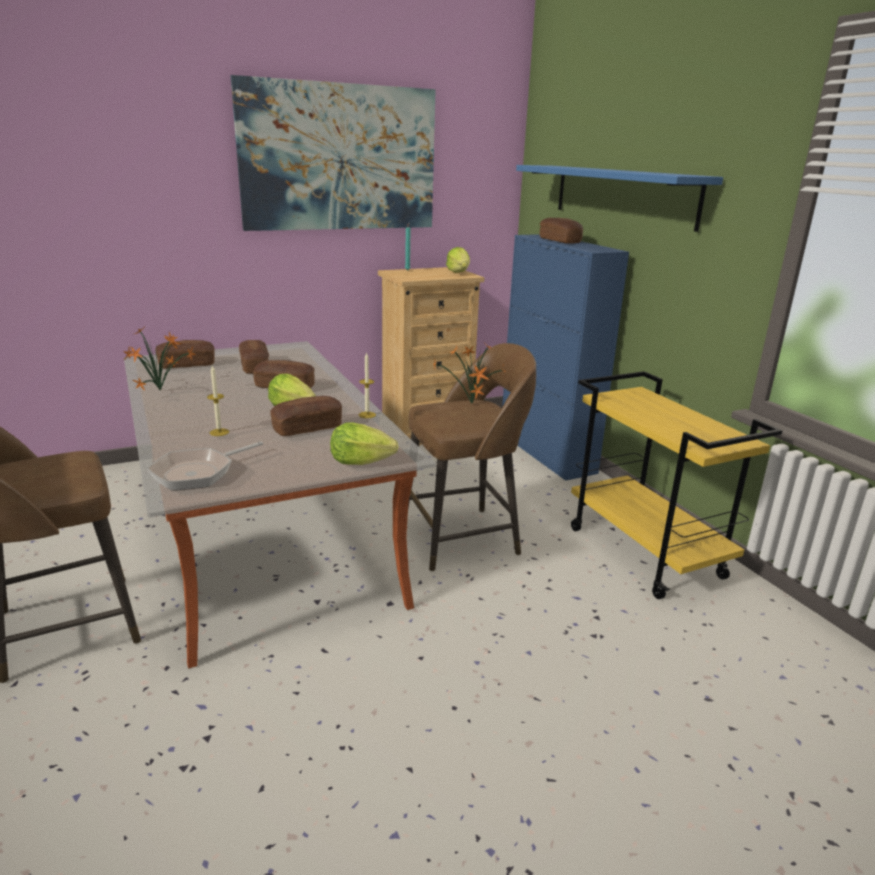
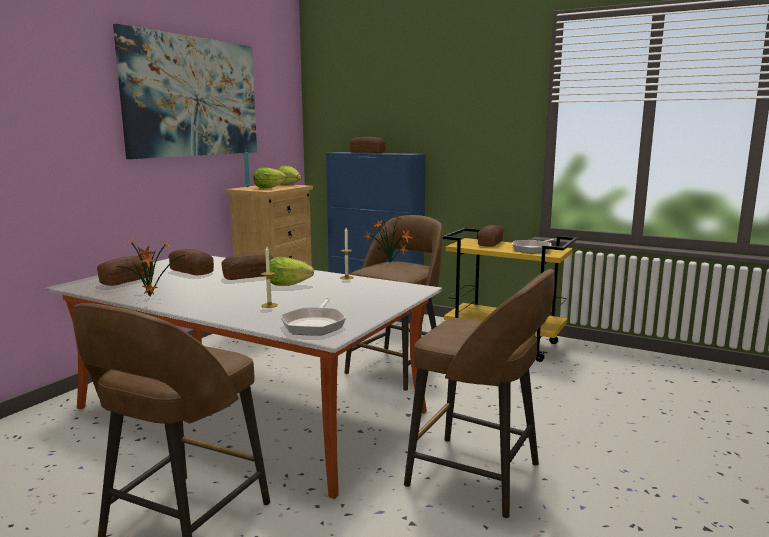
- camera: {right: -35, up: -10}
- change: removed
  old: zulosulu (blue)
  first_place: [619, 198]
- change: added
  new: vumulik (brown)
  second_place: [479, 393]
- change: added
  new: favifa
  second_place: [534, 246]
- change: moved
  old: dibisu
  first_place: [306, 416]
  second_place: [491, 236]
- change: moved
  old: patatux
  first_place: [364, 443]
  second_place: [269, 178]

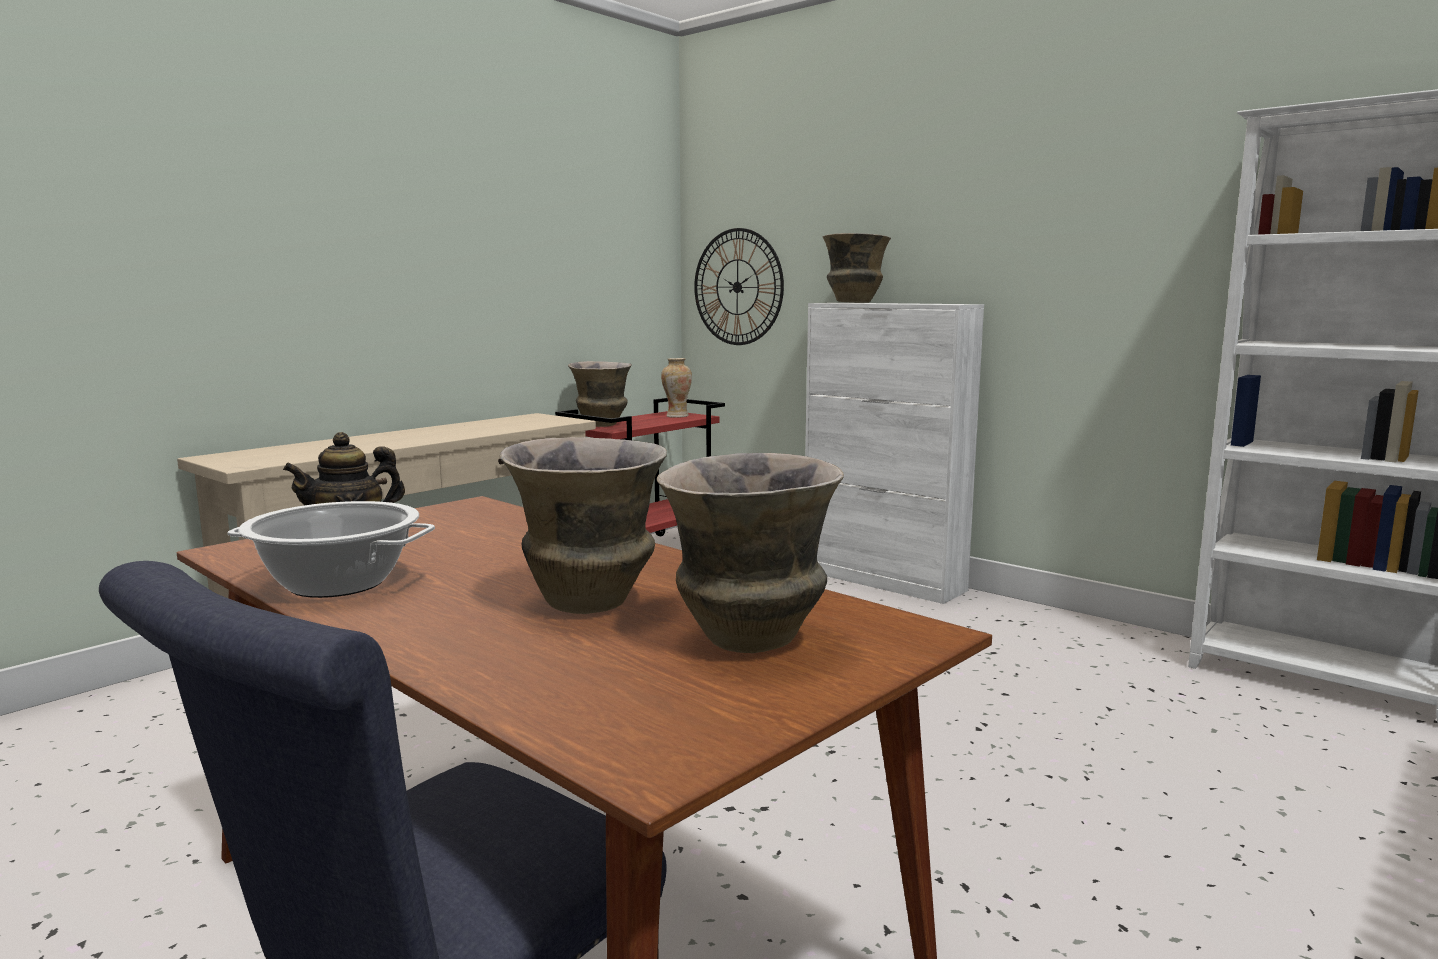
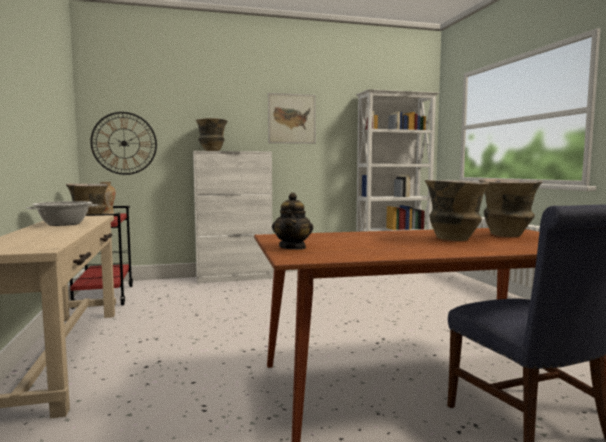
- camera: {right: -55, up: -5}
- change: added
  new: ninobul
  second_place: [292, 118]
- change: moved
  old: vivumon
  first_place: [331, 549]
  second_place: [62, 213]

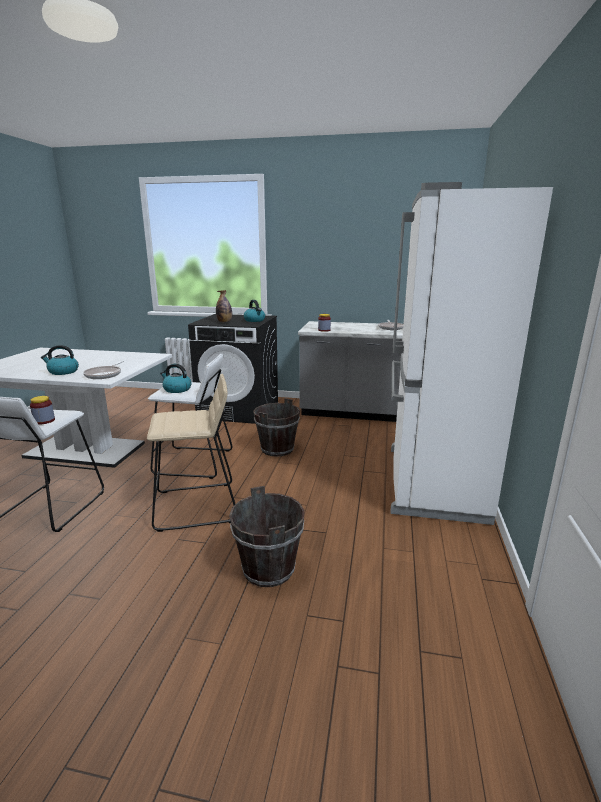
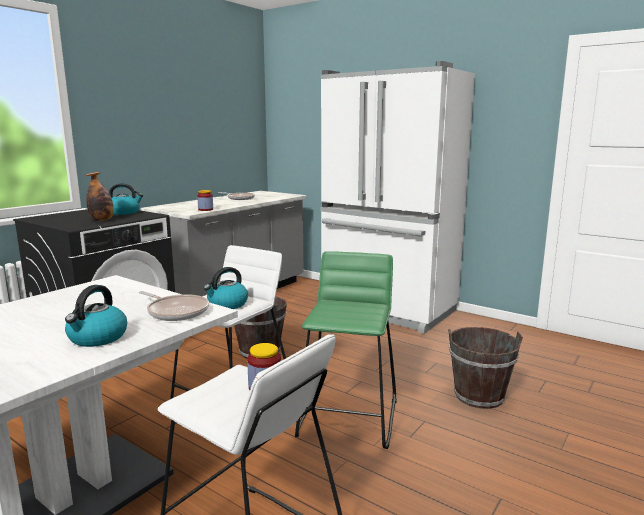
- camera: {right: -65, up: -5}
- change: recoloured
  old: vumulik (beige)
  new: vumulik (green)
  first_place: [191, 453]
  second_place: [346, 350]

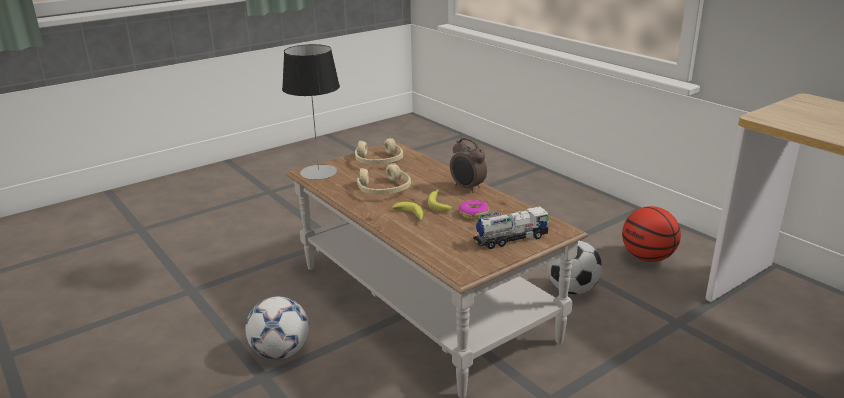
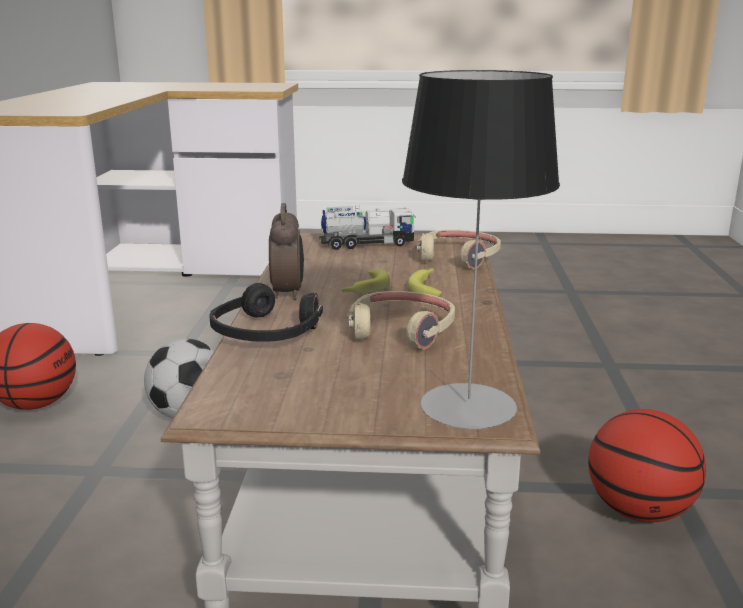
- camera: {right: -140, up: -5}
- change: removed
  old: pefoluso
  first_place: [474, 209]
- change: added
  new: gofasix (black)
  second_place: [266, 312]
- change: moved
  old: gofasix (beige)
  first_place: [379, 151]
  second_place: [459, 249]
- change: replaced
  old: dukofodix
  new: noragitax
  first_place: [277, 328]
  second_place: [647, 465]
- change: turned
  old: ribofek
  first_place: [511, 227]
  second_place: [367, 228]
  degrees: 150

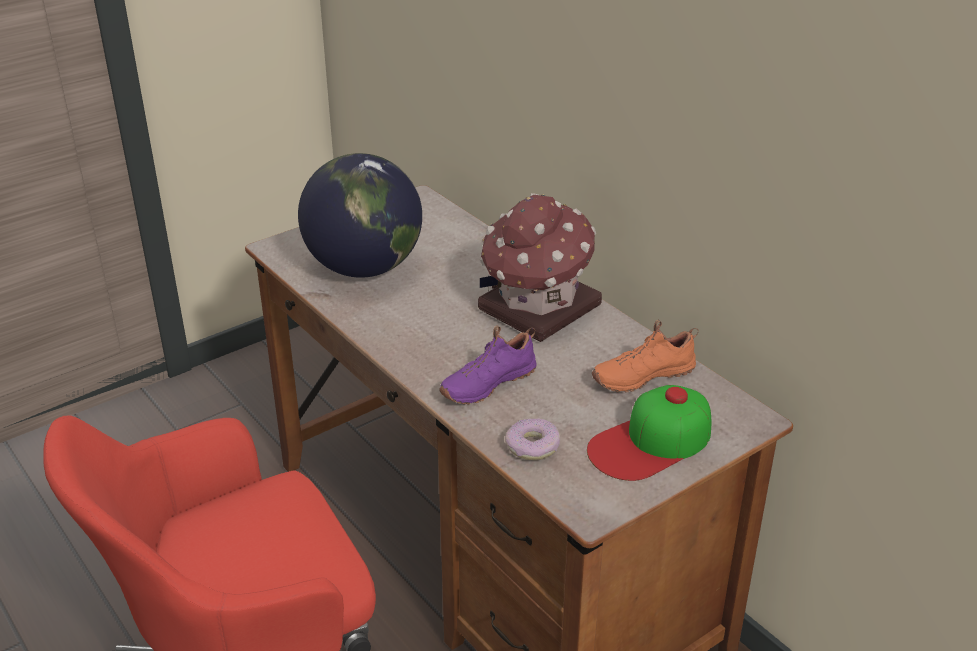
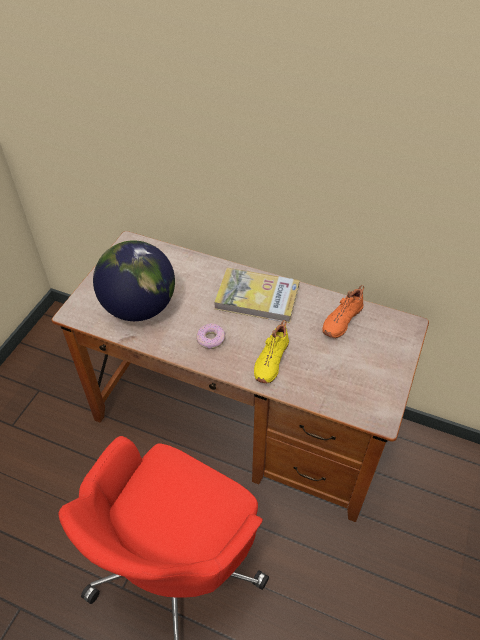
- camera: {right: -30, up: 15}
- change: removed
  old: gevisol
  first_place: [649, 433]
- change: moved
  old: pefoluso
  first_place: [532, 439]
  second_place: [211, 336]
- change: replaced
  old: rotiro
  new: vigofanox
  first_place: [540, 267]
  second_place: [257, 295]
- change: recoloured
  old: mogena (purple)
  new: mogena (yellow)
  first_place: [488, 364]
  second_place: [271, 351]

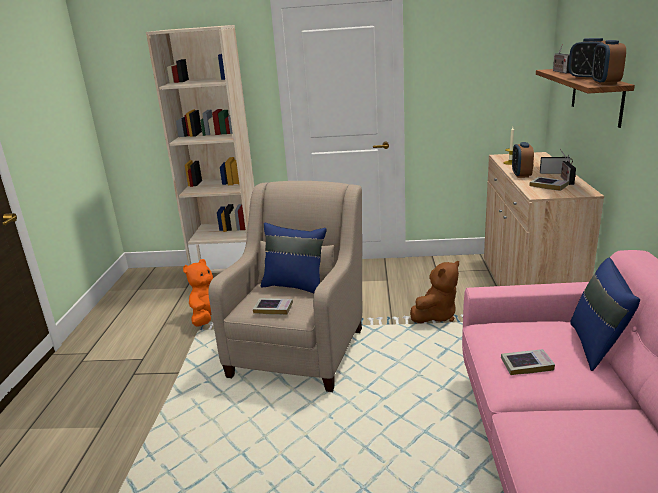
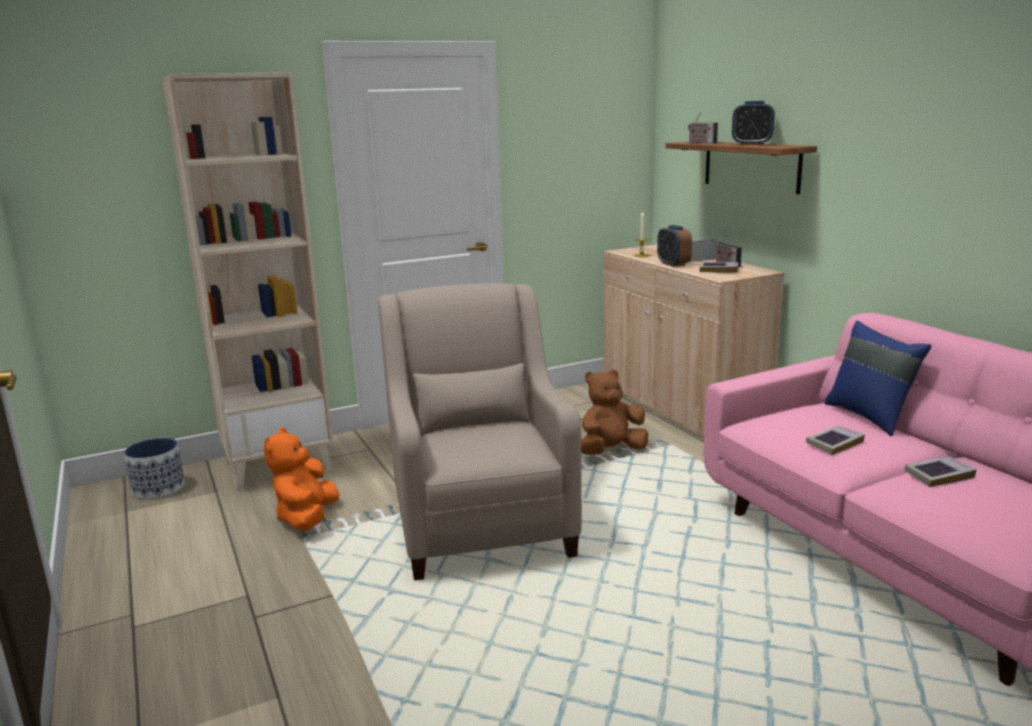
- camera: {right: -30, up: -5}
- change: removed
  old: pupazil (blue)
  first_place: [294, 258]
- change: removed
  old: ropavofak
  first_place: [609, 62]
- change: added
  new: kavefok
  second_place: [154, 468]
- change: moved
  old: vigofanox
  first_place: [273, 306]
  second_place: [941, 471]
- change: turned
  old: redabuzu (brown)
  first_place: [434, 292]
  second_place: [614, 412]
  degrees: -135

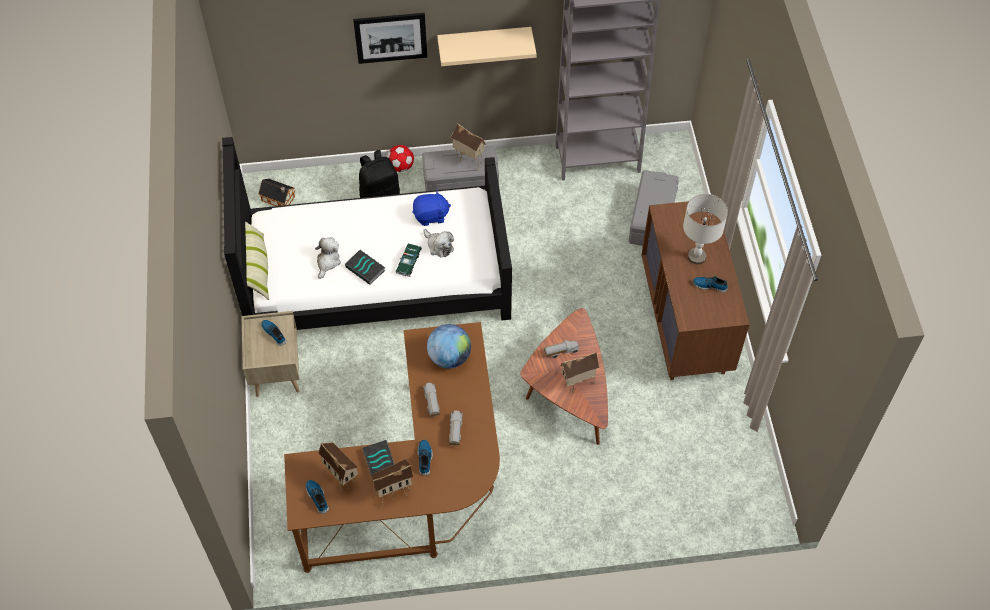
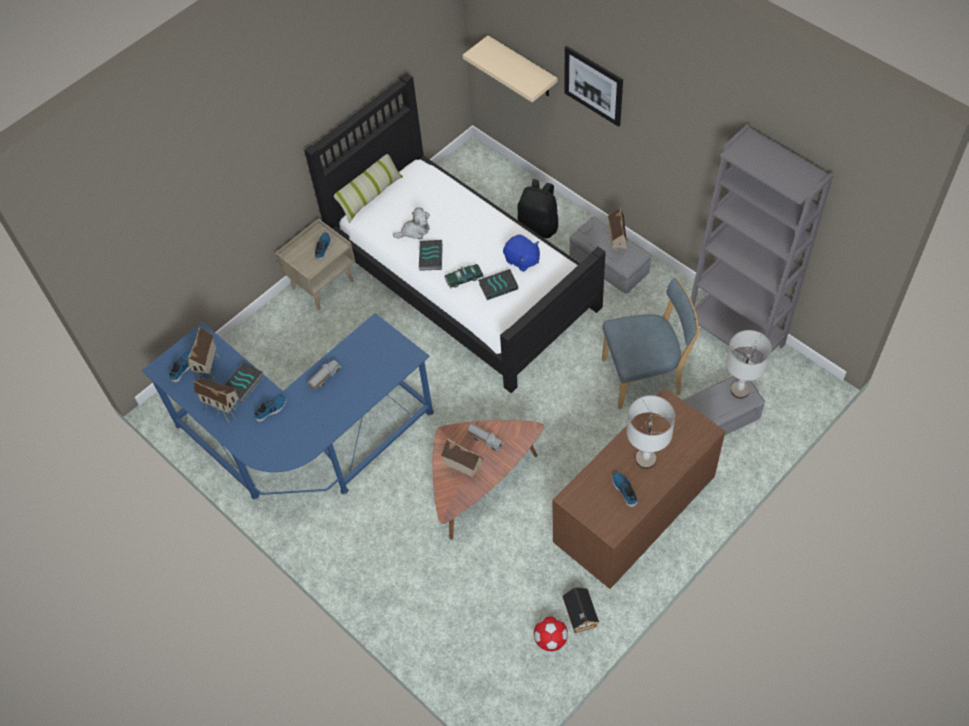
- camera: {right: 55, up: 0}
- change: removed
  old: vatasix
  first_place: [449, 346]
- change: removed
  old: ribofek
  first_place: [456, 428]
- change: added
  new: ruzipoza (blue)
  second_place: [651, 343]
- change: added
  new: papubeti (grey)
  second_place: [749, 364]
- change: moved
  old: rotiro
  first_place: [277, 192]
  second_place: [580, 610]
- change: moved
  old: dukofodix
  first_place: [400, 158]
  second_place: [551, 633]
- change: moved
  old: zulosulu (beige)
  first_place: [487, 46]
  second_place: [510, 68]
- change: replaced
  old: redabuzu
  new: vigofanox
  first_place: [439, 243]
  second_place: [498, 284]
- change: recoloured
  old: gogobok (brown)
  new: gogobok (blue)
  first_place: [392, 447]
  second_place: [288, 406]

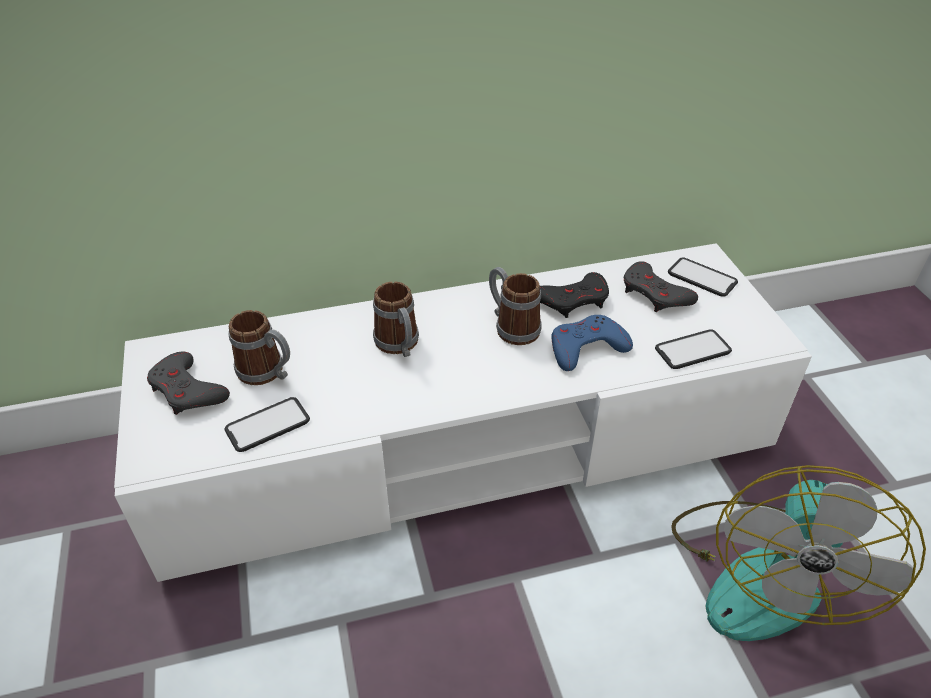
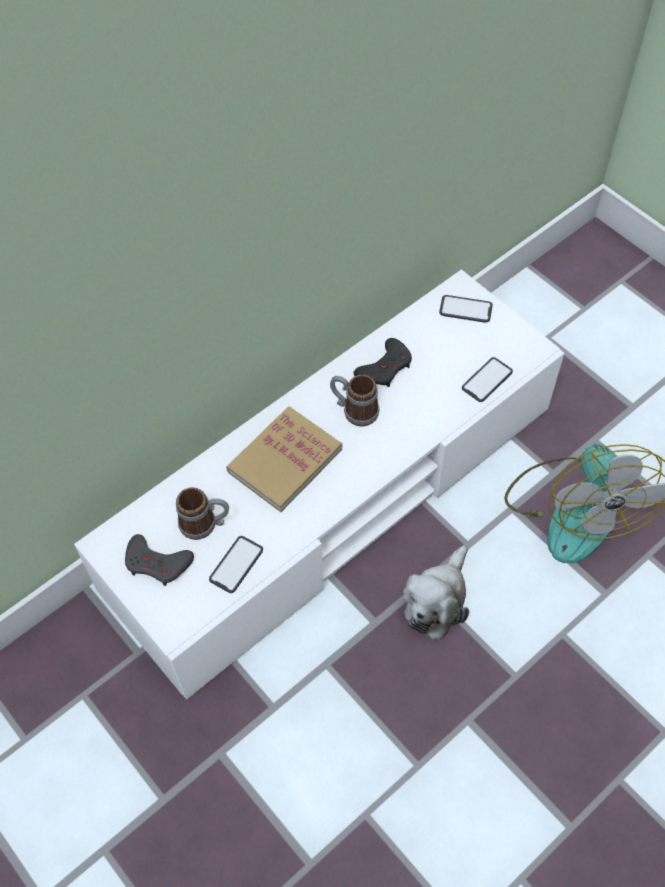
- camera: {right: -25, up: 15}
- change: removed
  old: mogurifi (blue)
  first_place: [592, 343]
- change: removed
  old: mogurifi (grey)
  first_place: [661, 286]
- change: added
  new: redabuzu
  second_place: [436, 593]
- change: replaced
  old: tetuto
  new: vigofanox
  first_place: [396, 319]
  second_place: [284, 459]

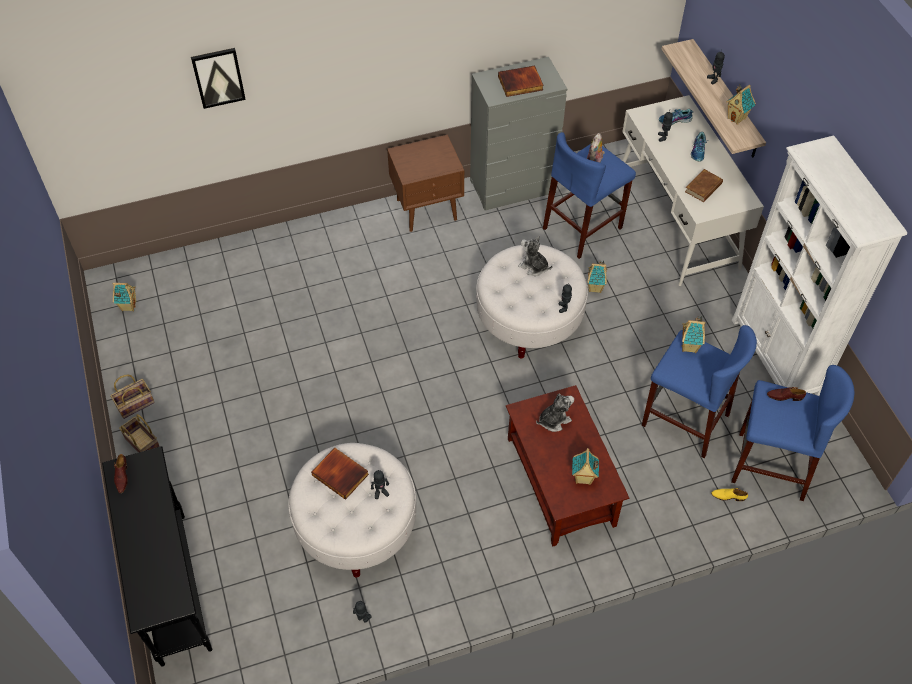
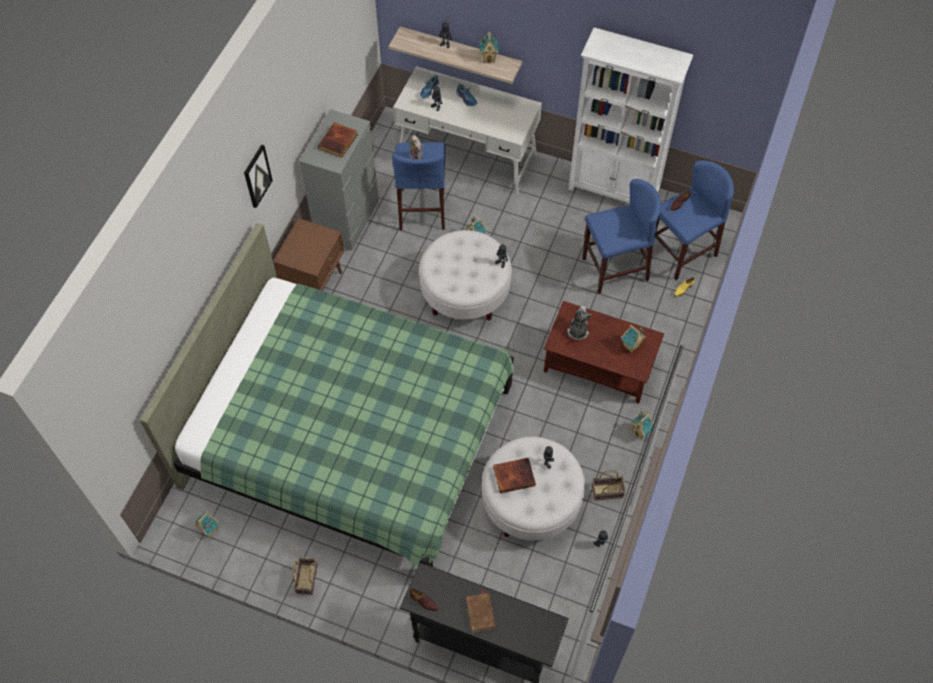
- camera: {right: -50, up: 5}
- change: removed
  old: redabuzu
  first_place: [535, 256]
- change: added
  new: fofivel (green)
  second_place: [327, 395]
- change: moved
  old: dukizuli
  first_place: [139, 433]
  second_place: [609, 485]
- change: moved
  old: ninobul
  first_place: [218, 78]
  second_place: [258, 176]
- change: moved
  old: rotiro
  first_place: [694, 334]
  second_place: [642, 425]
- change: moved
  old: vigofanox (brown)
  first_place: [704, 185]
  second_place: [481, 611]

